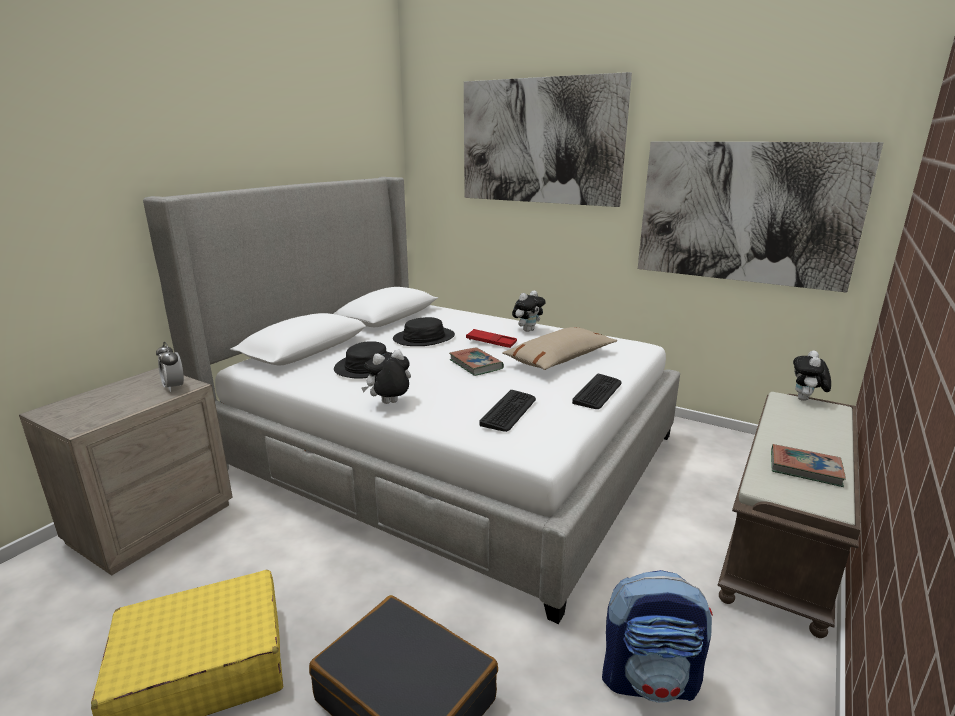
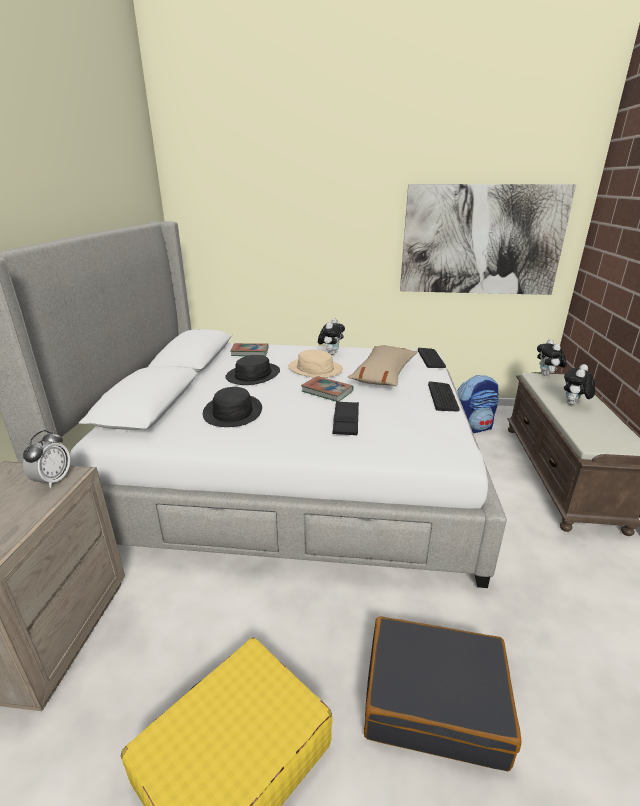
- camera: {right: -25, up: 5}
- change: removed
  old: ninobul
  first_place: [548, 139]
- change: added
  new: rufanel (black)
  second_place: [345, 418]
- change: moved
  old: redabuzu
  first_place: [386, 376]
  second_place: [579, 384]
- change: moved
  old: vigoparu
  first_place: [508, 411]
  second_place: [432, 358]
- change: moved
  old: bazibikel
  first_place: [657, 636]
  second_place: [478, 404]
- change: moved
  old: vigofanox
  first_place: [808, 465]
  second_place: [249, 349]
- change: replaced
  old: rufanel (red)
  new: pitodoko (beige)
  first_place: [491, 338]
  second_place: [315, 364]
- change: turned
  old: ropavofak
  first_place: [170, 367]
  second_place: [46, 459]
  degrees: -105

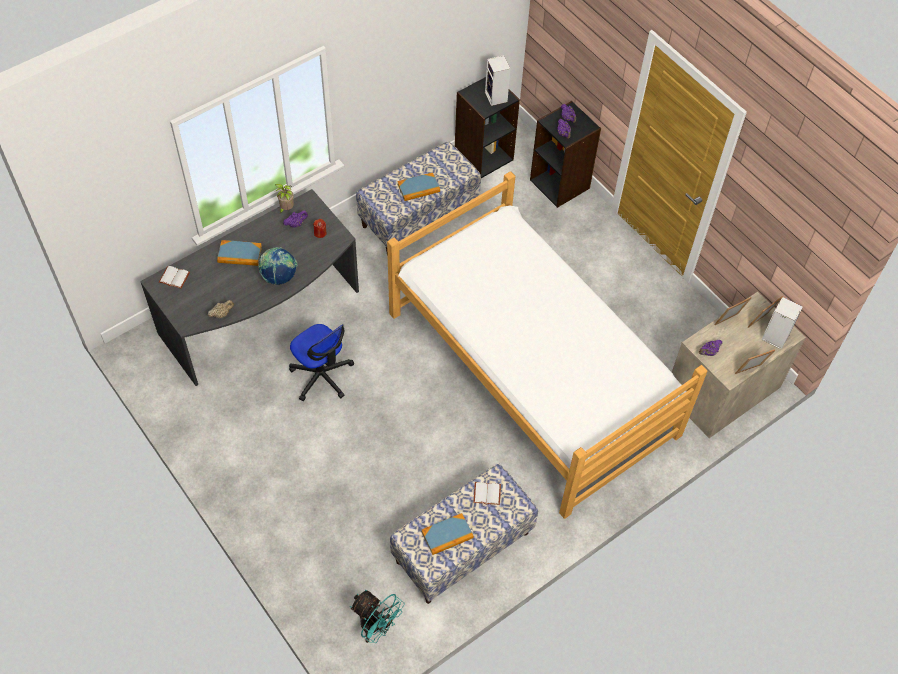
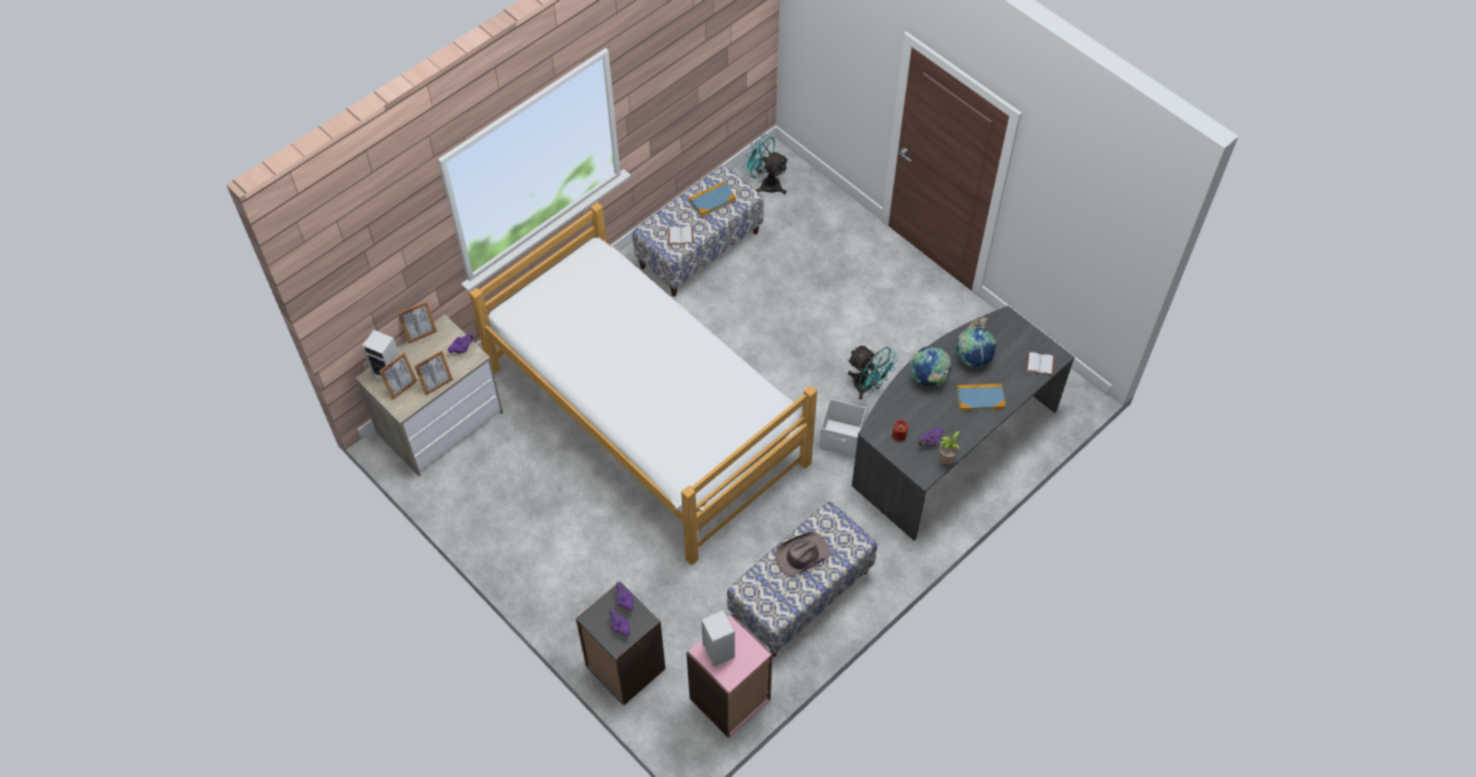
- camera: {right: 175, up: 0}
- change: added
  new: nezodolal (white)
  second_place: [843, 428]
- change: added
  new: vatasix
  second_place: [976, 347]
- change: replaced
  old: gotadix
  new: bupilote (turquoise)
  first_place: [321, 362]
  second_place: [873, 373]
- change: replaced
  old: vigofanox
  new: pitodoko (brown)
  first_place: [418, 186]
  second_place: [802, 554]
- change: recoloured
  old: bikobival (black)
  new: bikobival (pink)
  first_place: [487, 127]
  second_place: [729, 675]

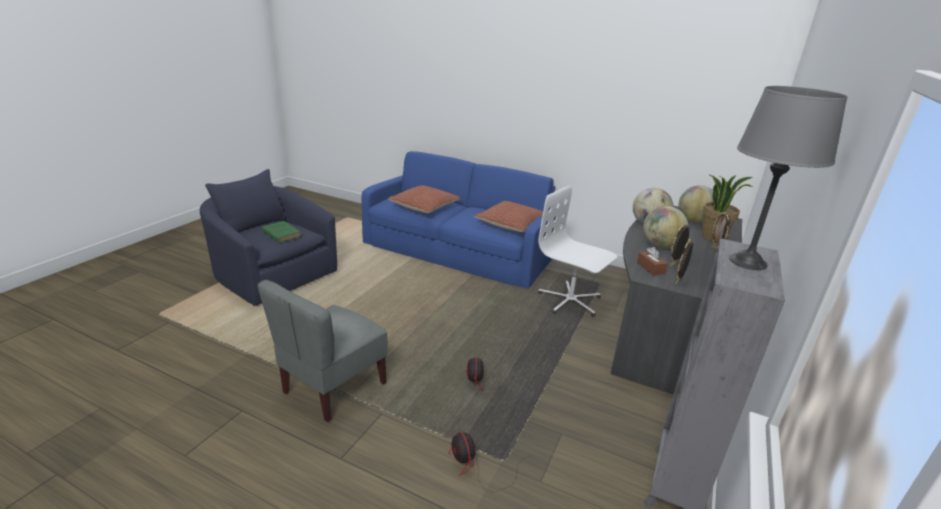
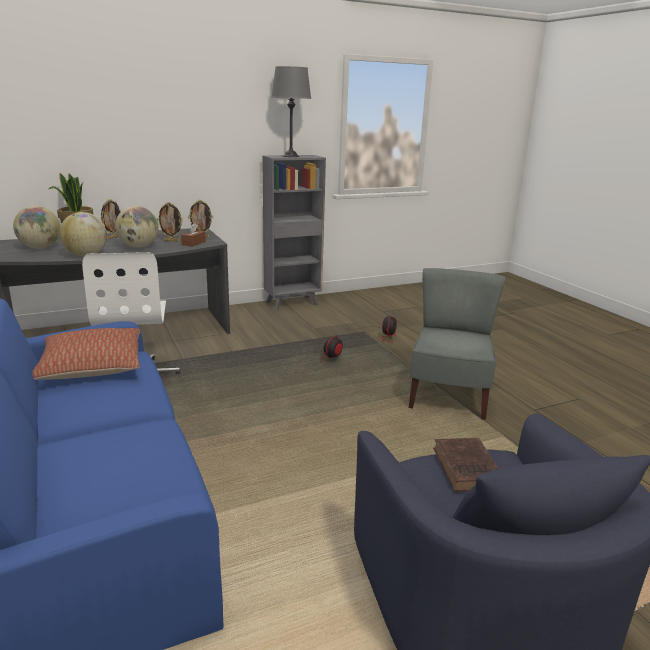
- camera: {right: -140, up: -5}
- change: removed
  old: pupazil
  first_place: [424, 199]
- change: recoloured
  old: vigofanox (green)
  new: vigofanox (brown)
  first_place: [281, 232]
  second_place: [465, 465]
- change: turned
  old: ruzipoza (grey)
  first_place: [322, 351]
  second_place: [457, 344]
  degrees: -60

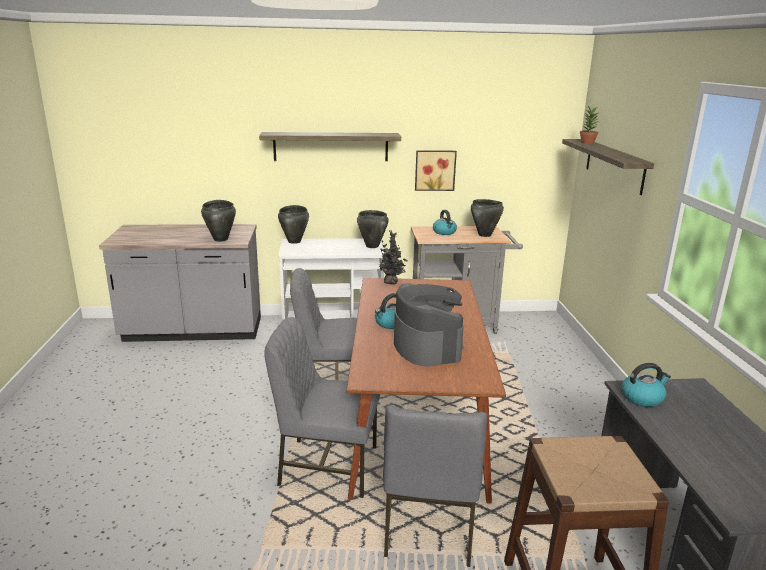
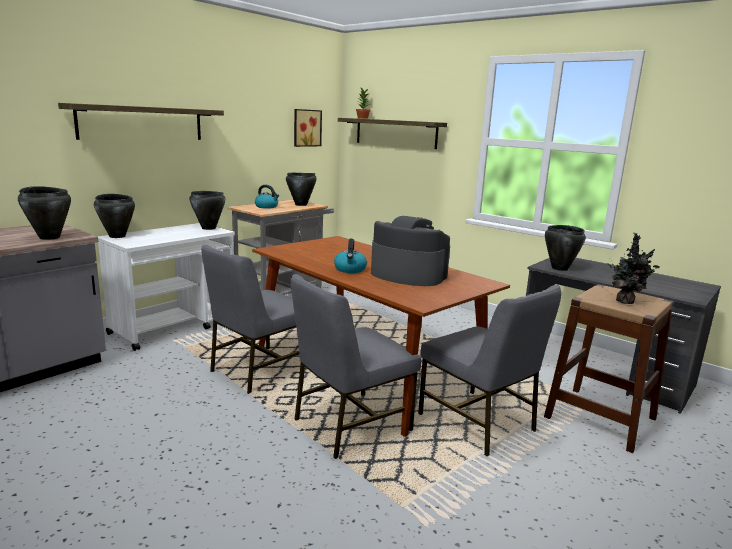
- camera: {right: -45, up: -5}
- change: moved
  old: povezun
  first_place: [393, 257]
  second_place: [633, 268]
- change: moved
  old: ninobul
  first_place: [436, 170]
  second_place: [308, 128]
- change: replaced
  old: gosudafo
  new: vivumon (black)
  first_place: [646, 385]
  second_place: [565, 248]

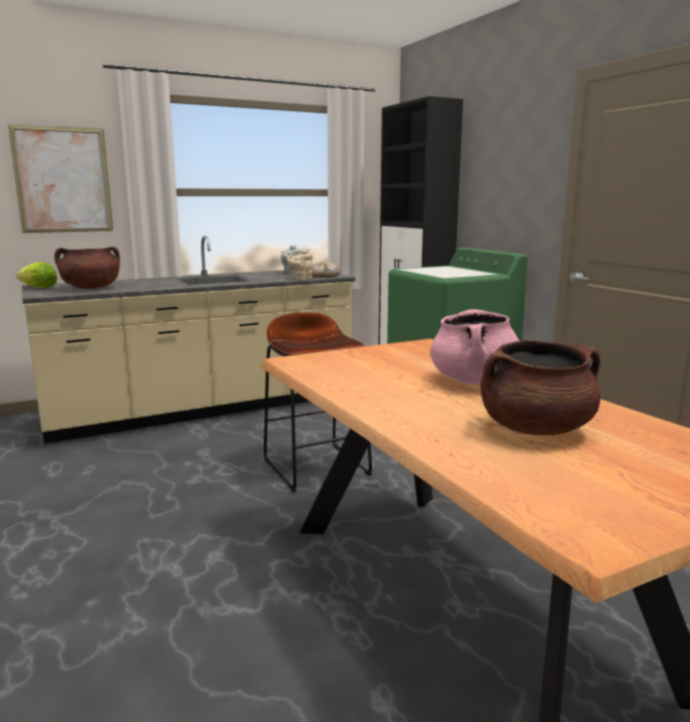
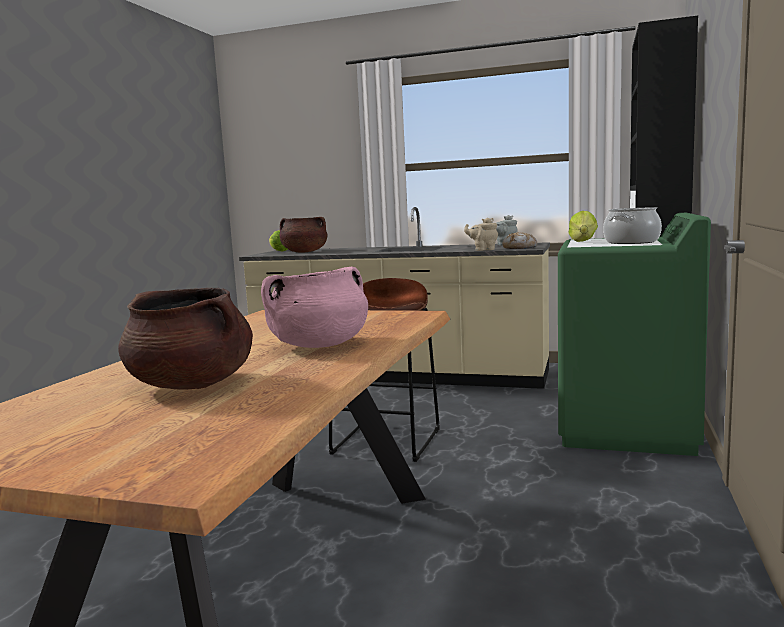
- camera: {right: 45, up: -5}
- change: removed
  old: ninobul
  first_place: [60, 179]
- change: added
  new: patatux
  second_place: [583, 226]
- change: added
  new: vivumon
  second_place: [632, 225]

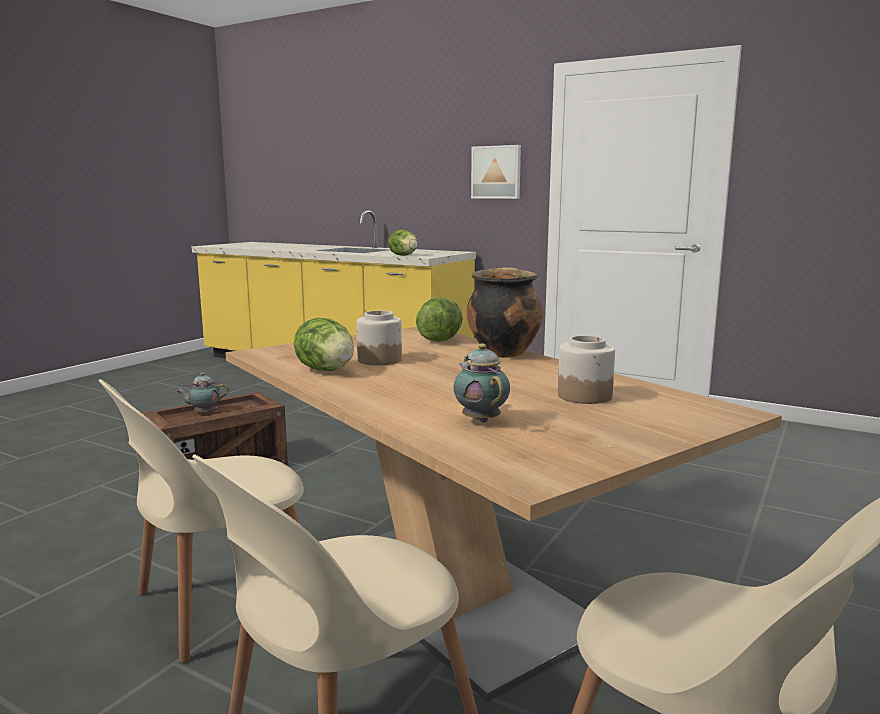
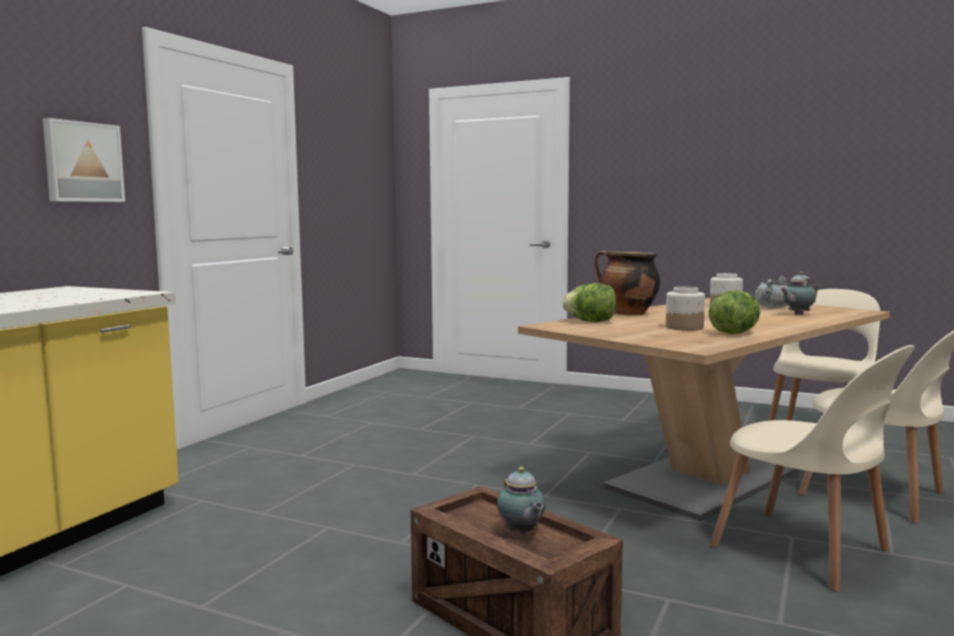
- camera: {right: -95, up: -5}
- change: removed
  old: patatux
  first_place: [403, 242]
- change: added
  new: vivumon (grey)
  second_place: [771, 292]

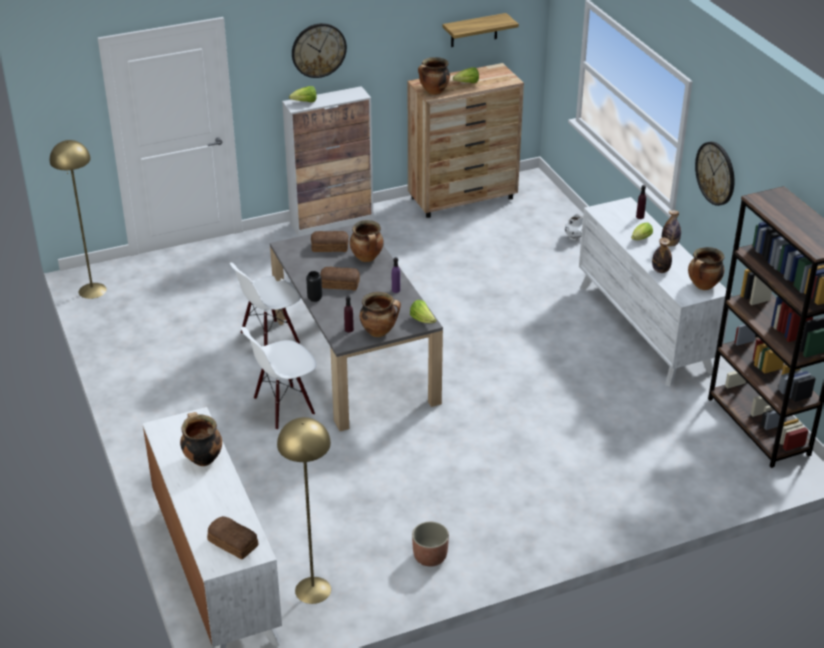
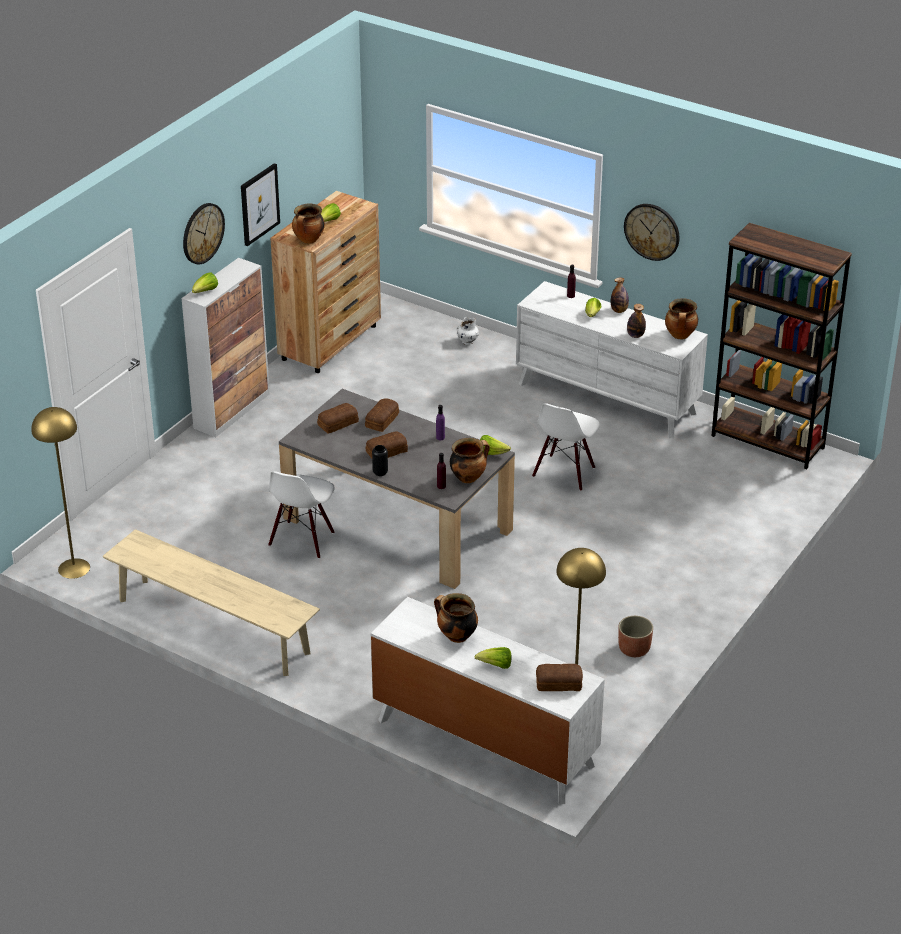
- camera: {right: -35, up: 0}
- change: removed
  old: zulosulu
  first_place: [481, 30]
- change: added
  new: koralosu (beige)
  second_place: [211, 602]
- change: added
  new: ninobul
  second_place: [260, 204]
- change: added
  new: patatux
  second_place: [493, 658]
- change: moved
  old: ruzipoza (white)
  first_place: [279, 378]
  second_place: [566, 447]
- change: replaced
  old: vivumon
  new: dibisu
  first_place: [367, 241]
  second_place: [382, 415]

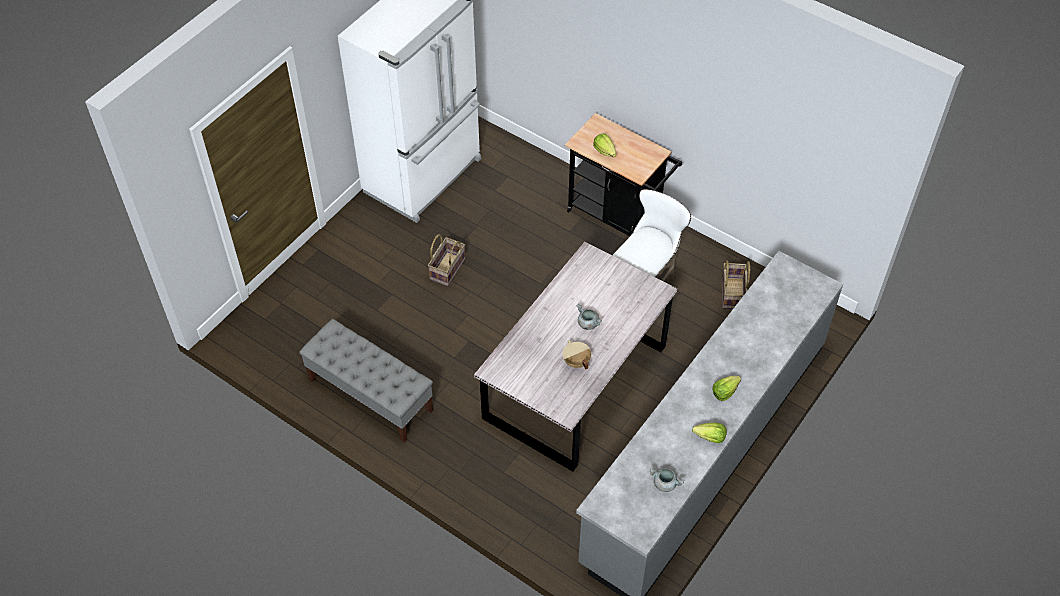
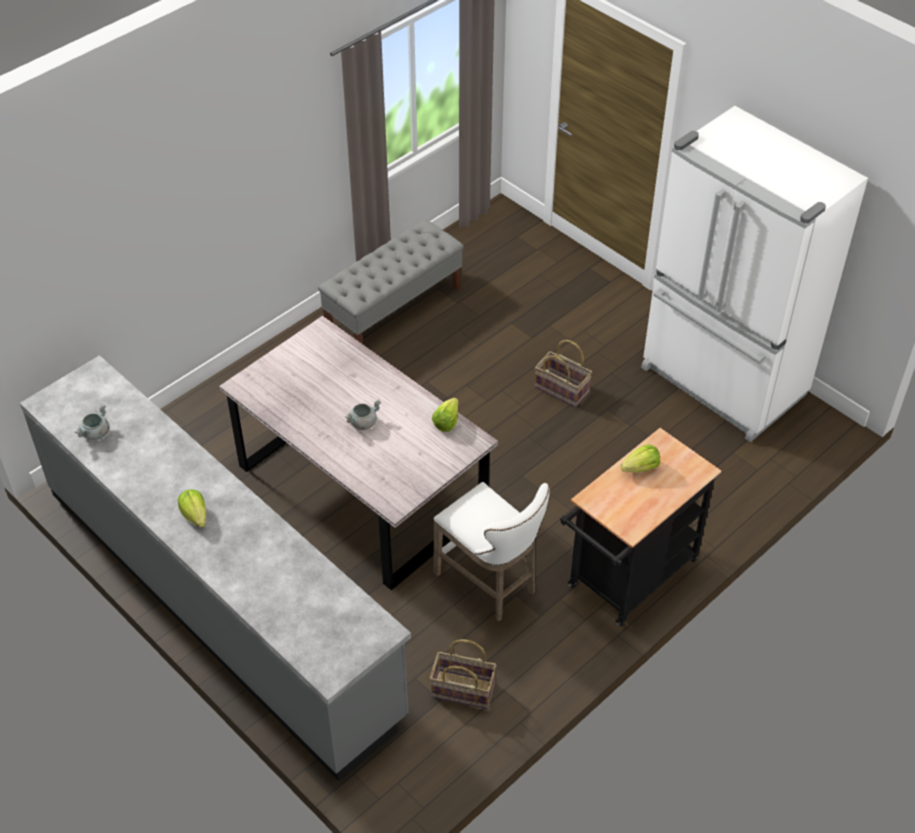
- camera: {right: 100, up: -5}
- change: removed
  old: vivumon (beige)
  first_place: [576, 354]
- change: moved
  old: patatux
  first_place: [709, 433]
  second_place: [445, 415]

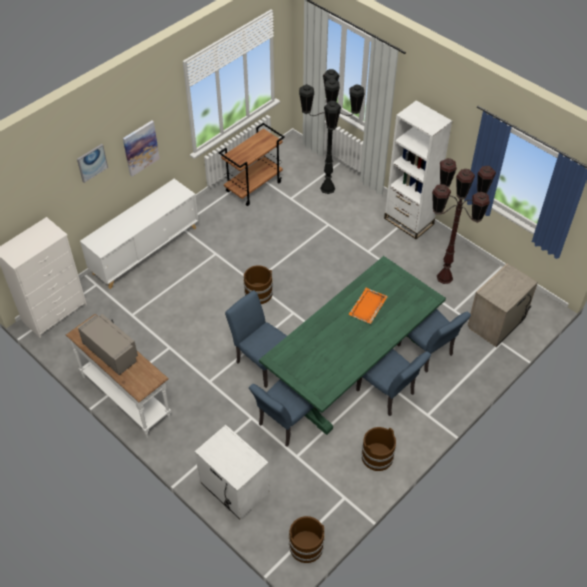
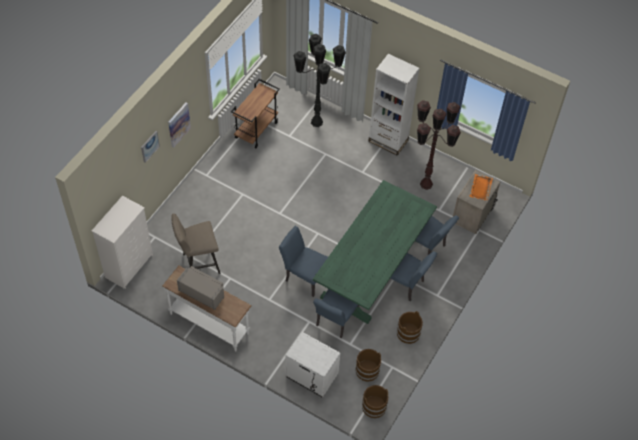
- camera: {right: -15, up: 5}
- change: removed
  old: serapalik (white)
  first_place: [139, 234]
- change: added
  new: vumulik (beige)
  second_place: [196, 244]
- change: moved
  old: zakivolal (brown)
  first_place: [258, 284]
  second_place: [368, 365]
- change: moved
  old: rufanel (orange)
  first_place: [368, 306]
  second_place: [481, 187]

